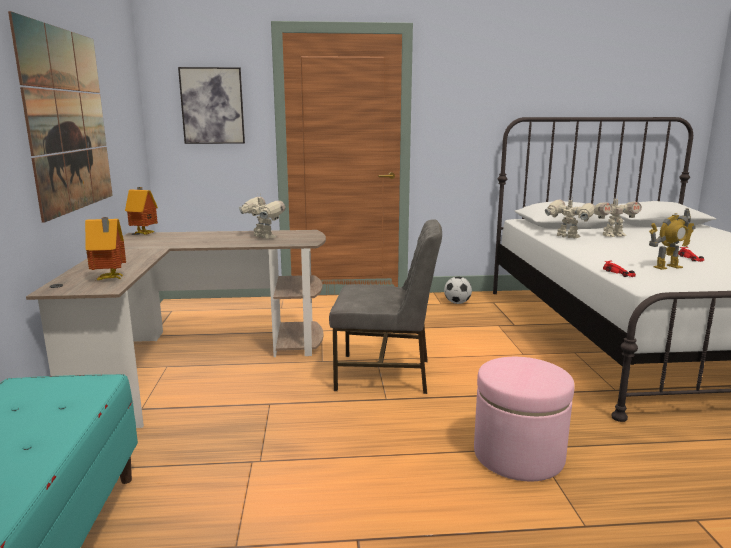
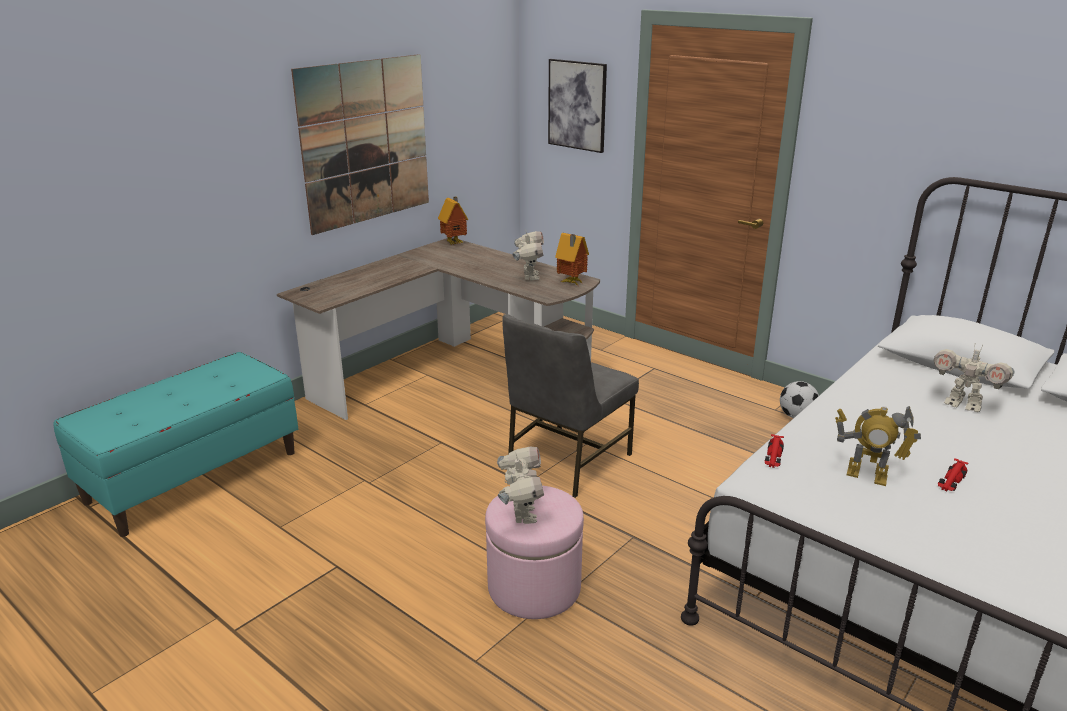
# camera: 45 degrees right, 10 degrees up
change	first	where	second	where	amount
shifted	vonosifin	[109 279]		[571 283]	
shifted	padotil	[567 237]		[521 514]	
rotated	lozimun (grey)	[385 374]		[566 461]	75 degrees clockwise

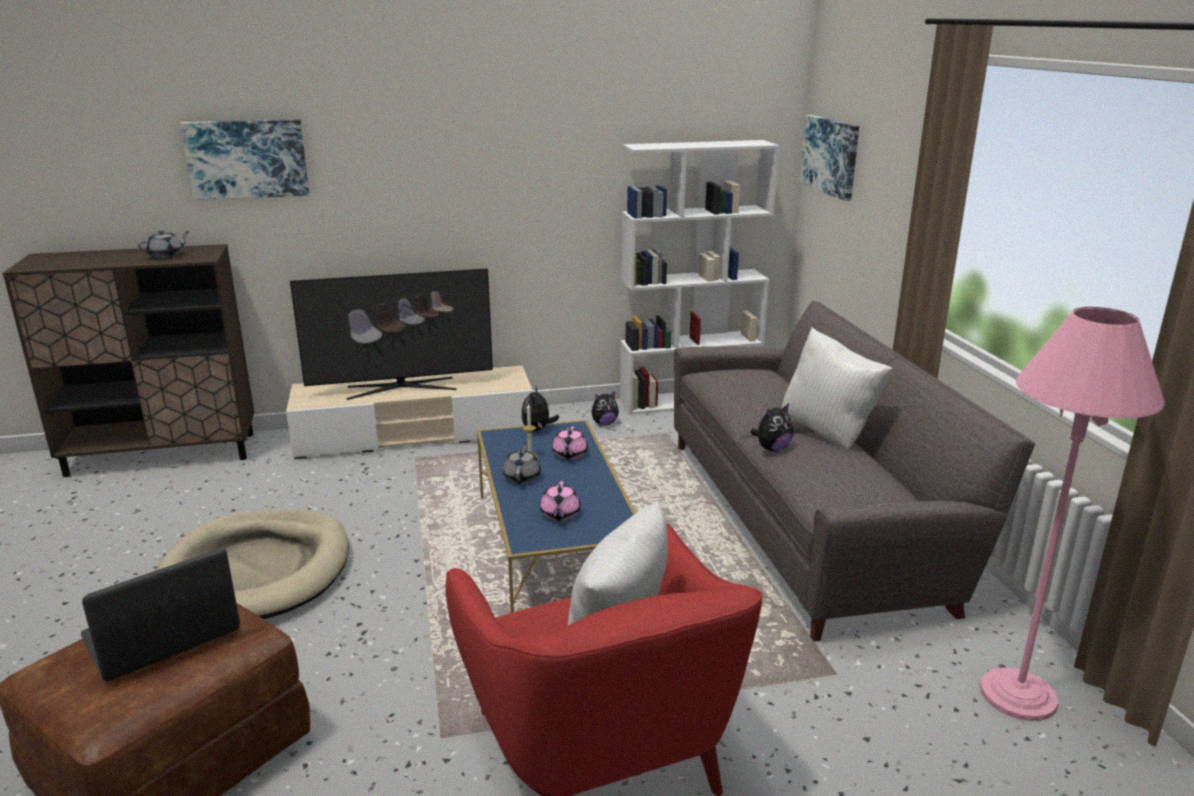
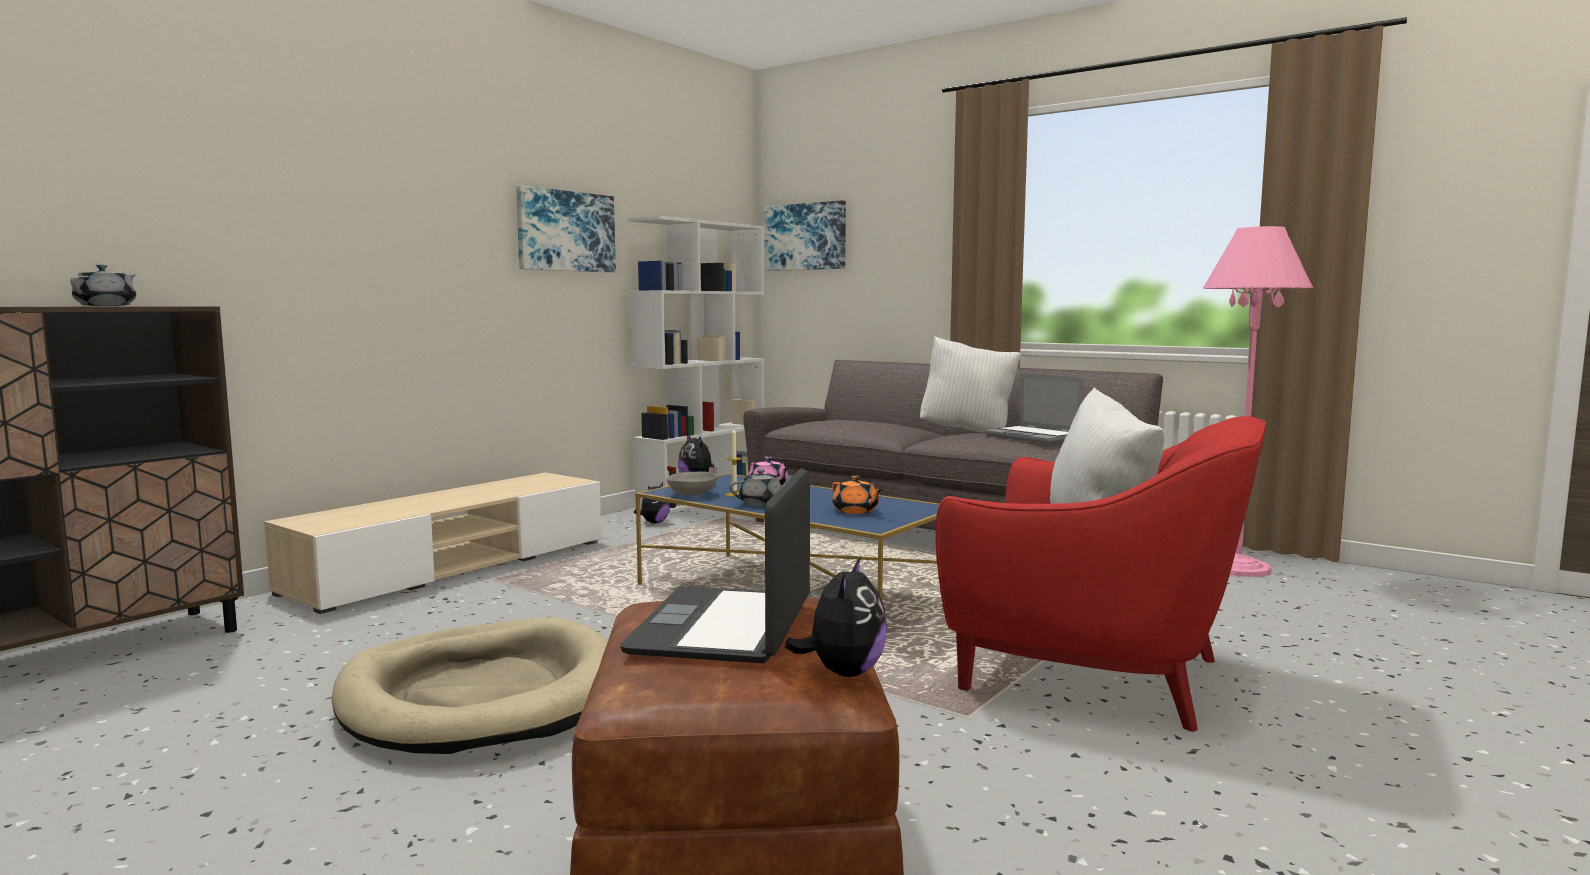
# camera: 40 degrees left, 15 degrees down
change	first	where	second	where	amount
gone	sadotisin	[401 388]			
new			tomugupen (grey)	[692 494]	
new			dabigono	[1034 437]	
shifted	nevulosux	[247 159]		[565 231]	
shifted	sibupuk	[772 448]		[843 672]	
repainted	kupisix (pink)	[560 514]	kupisix (orange)	[856 511]	
rotated	kupisix (grey)	[522 477]		[762 503]	105 degrees clockwise

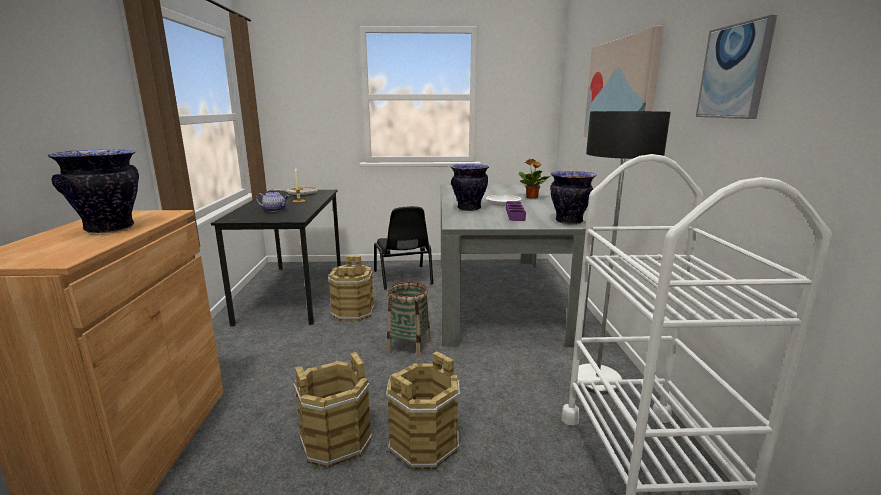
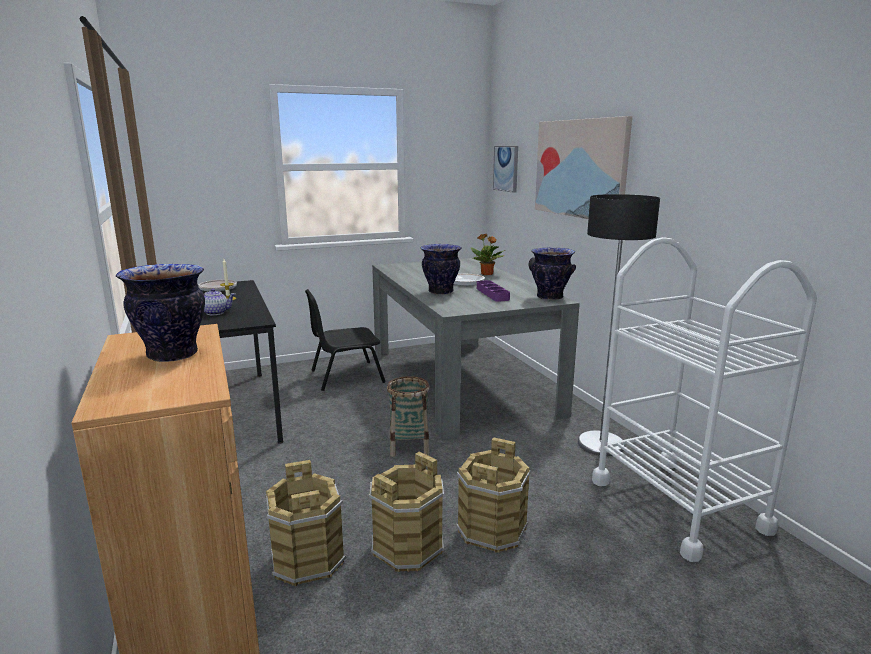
# camera: 20 degrees left, 0 degrees up
change	first	where	second	where	amount
shifted	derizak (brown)	[353 312]		[308 559]	
shifted	nevulosux	[734 72]		[506 168]	
rotated	lozimun (black)	[403 278]		[345 376]	105 degrees clockwise

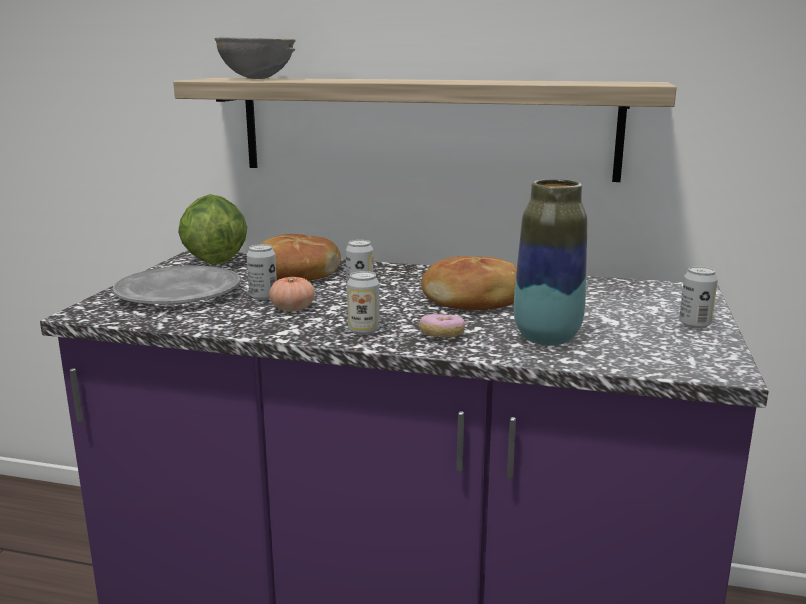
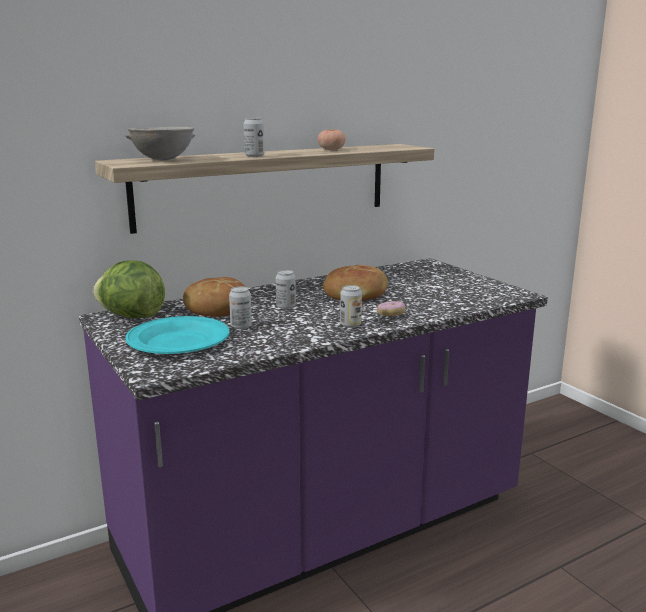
# camera: 45 degrees left, 0 degrees up
change	first	where	second	where	amount
gone	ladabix	[546 338]			
shifted	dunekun	[292 309]		[331 149]	
shifted	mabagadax	[694 324]		[254 156]	
repainted	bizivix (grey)	[177 293]	bizivix (turquoise)	[178 341]	

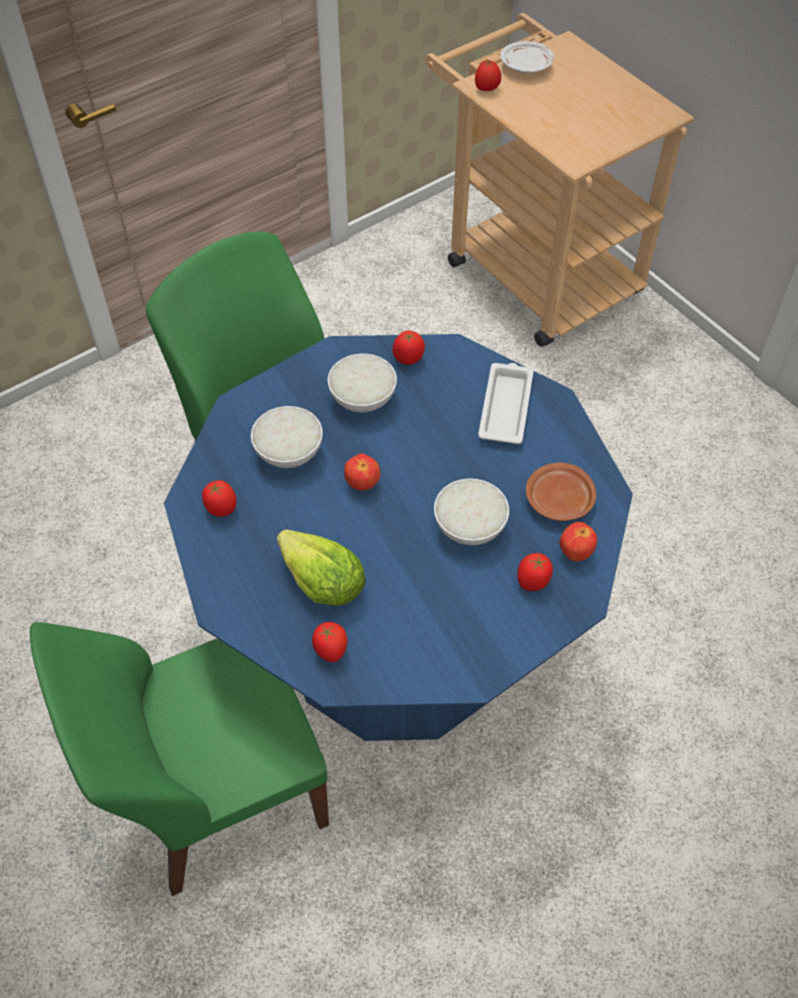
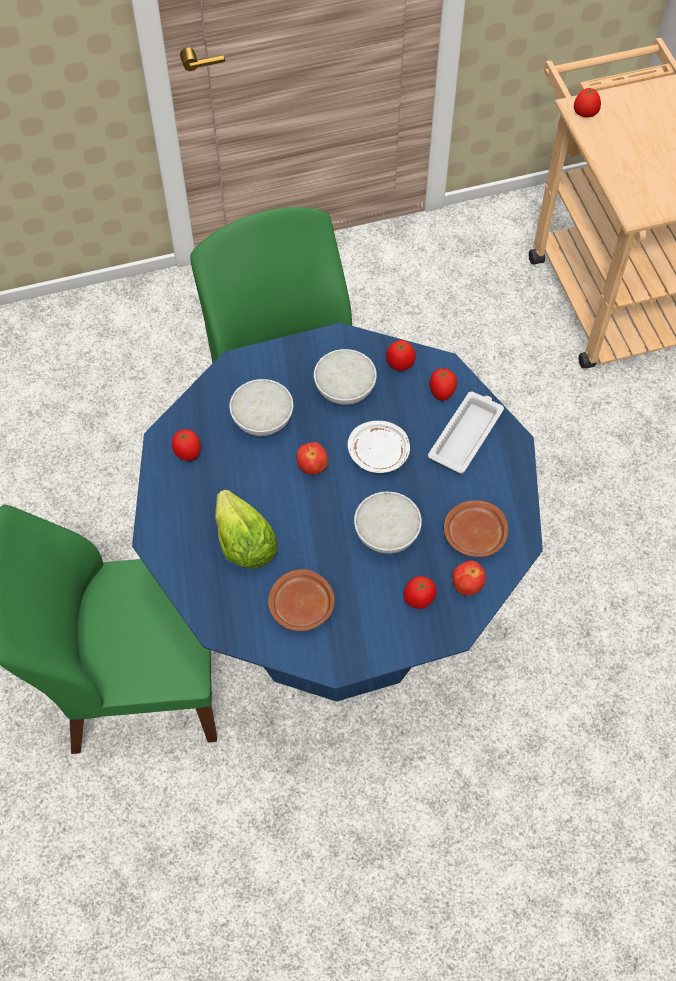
# camera: 20 degrees right, 5 degrees up
change	first	where	second	where	amount
new			bizivix (brown)	[301 606]	
shifted	dunekun	[330 651]		[442 393]	
shifted	bizivix (white)	[527 66]		[379 453]	

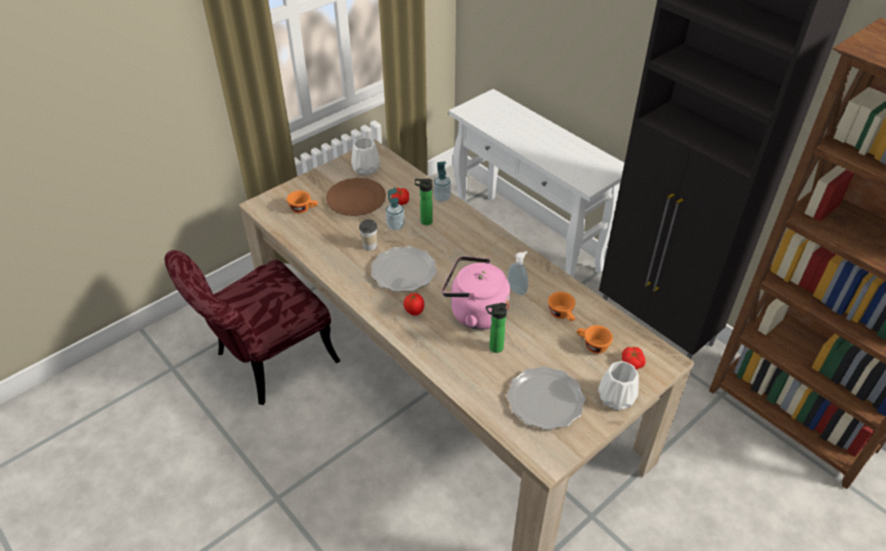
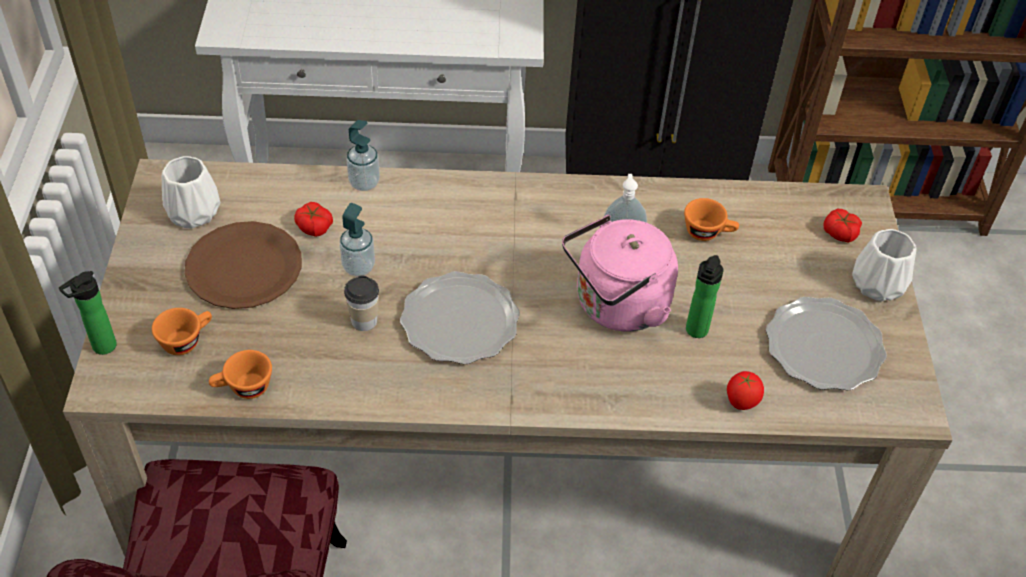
# camera: 50 degrees left, 5 degrees up
change	first	where	second	where	amount
shifted	dunekun	[414 312]		[740 403]	
shifted	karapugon	[424 221]		[101 348]	
shifted	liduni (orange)	[592 345]		[243 389]	

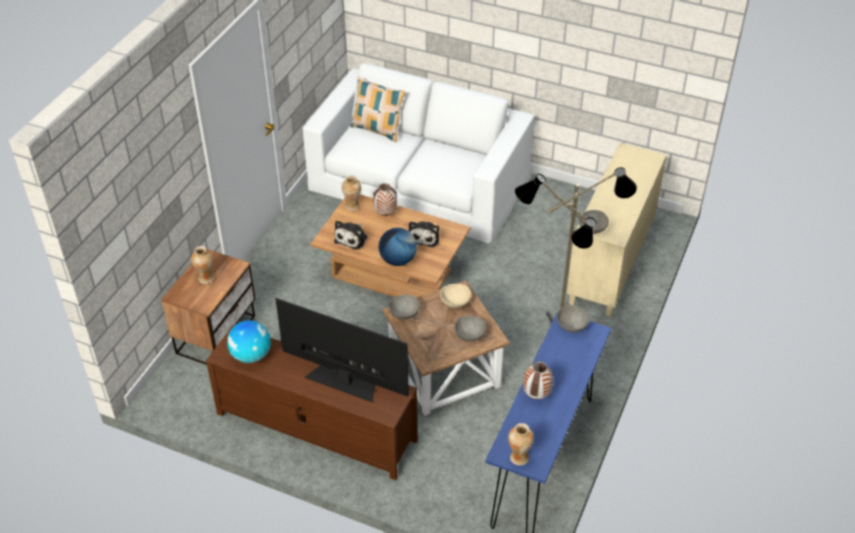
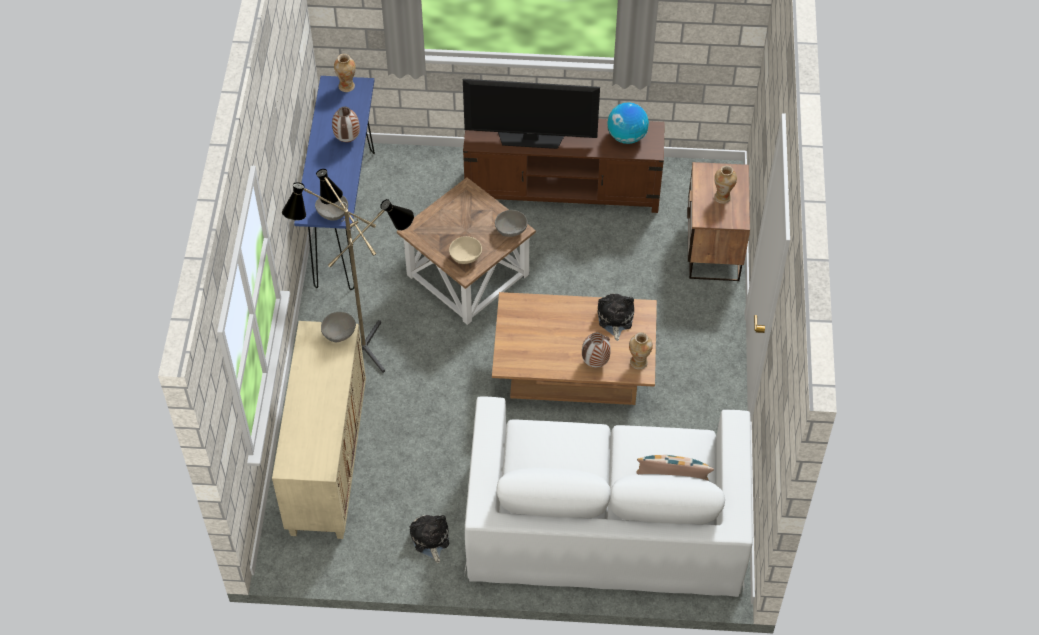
# camera: 160 degrees right, 10 degrees up
change	first	where	second	where	amount
gone	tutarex	[398 260]			
gone	tomugupen (grey)	[469 335]			
shifted	sibupuk	[424 237]		[430 539]	

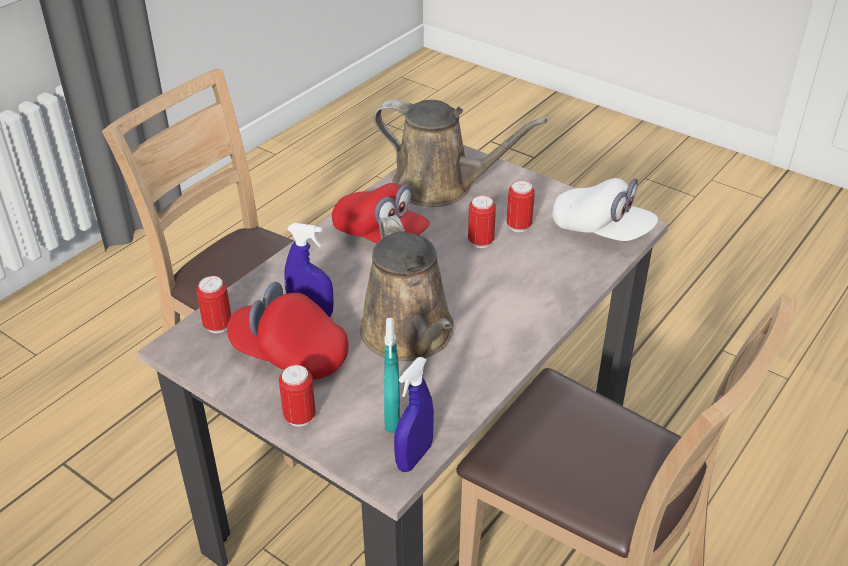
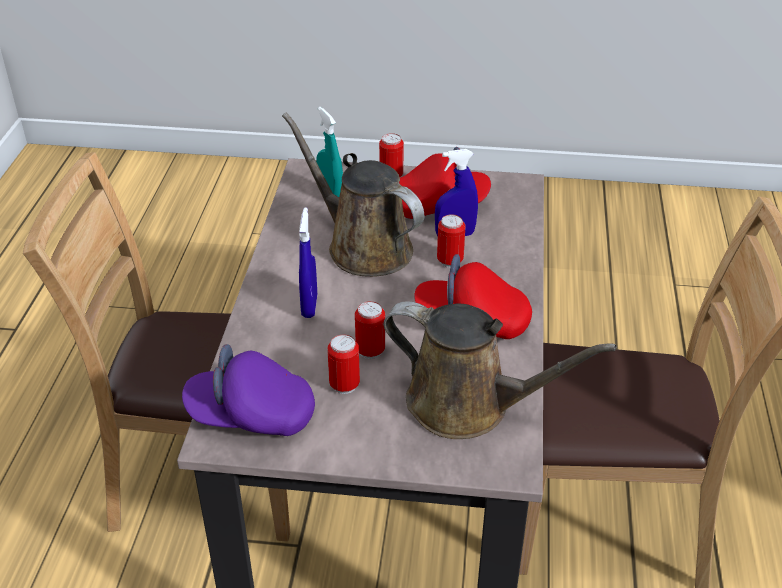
# camera: 150 degrees right, 0 degrees up
change	first	where	second	where	amount
shifted	mabagadax	[218 325]		[450 261]	
shifted	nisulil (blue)	[414 457]		[309 306]	
repainted	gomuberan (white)	[601 230]	gomuberan (purple)	[251 415]	
rotated	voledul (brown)	[440 186]		[468 405]	150 degrees counterclockwise

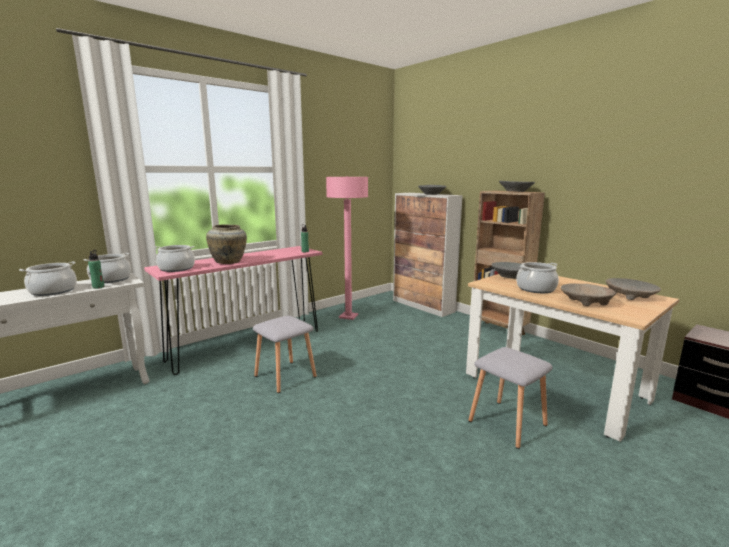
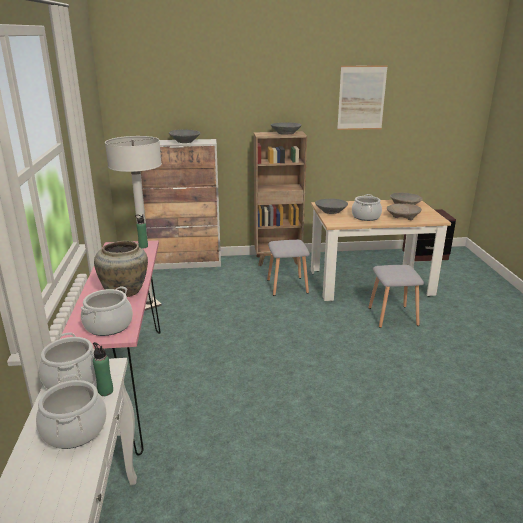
# camera: 55 degrees left, 10 degrees up
change	first	where	second	where	amount
new			nevulosux	[361 98]	
shifted	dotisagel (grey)	[286 376]		[286 286]	
repainted	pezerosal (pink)	[348 316]	pezerosal (white)	[149 304]	

